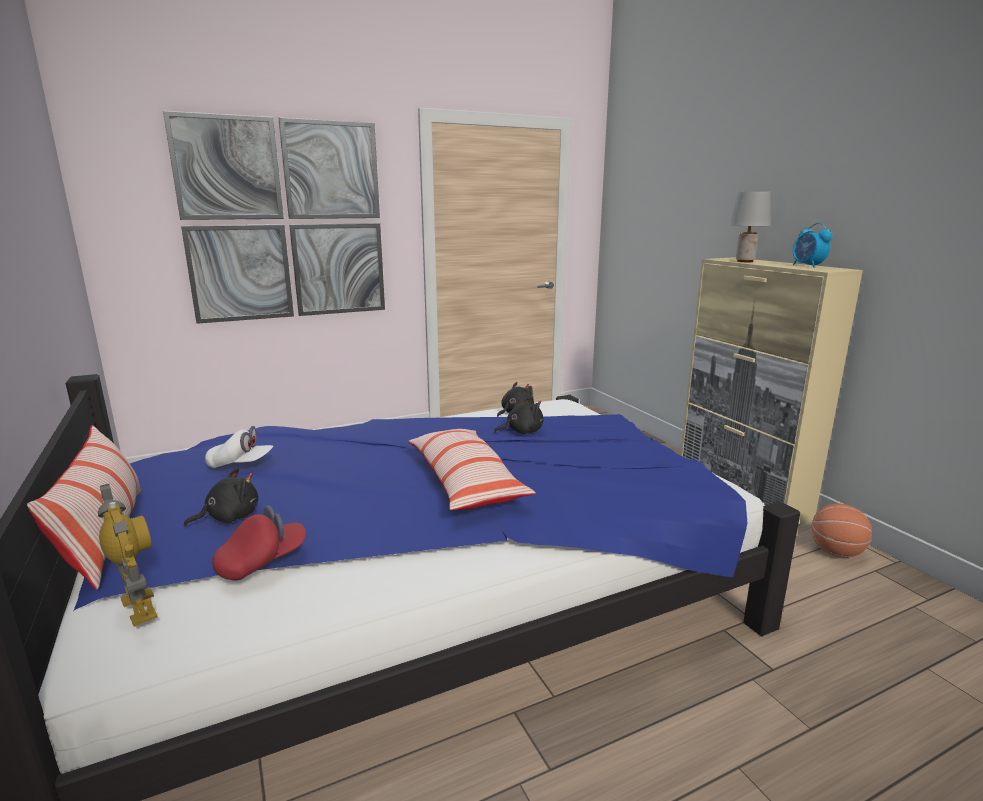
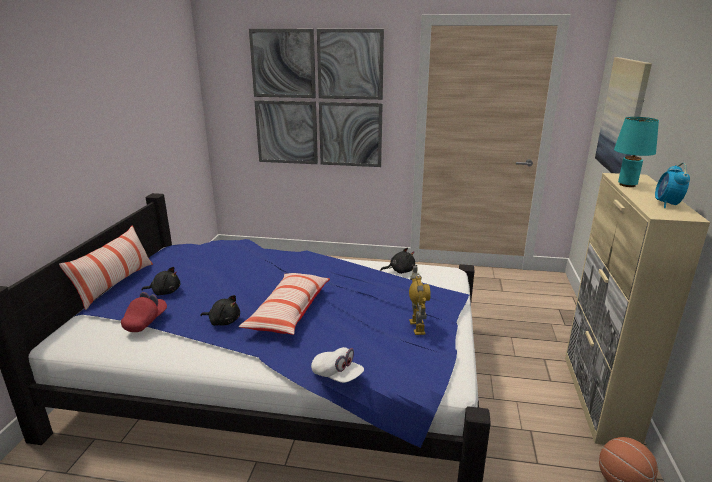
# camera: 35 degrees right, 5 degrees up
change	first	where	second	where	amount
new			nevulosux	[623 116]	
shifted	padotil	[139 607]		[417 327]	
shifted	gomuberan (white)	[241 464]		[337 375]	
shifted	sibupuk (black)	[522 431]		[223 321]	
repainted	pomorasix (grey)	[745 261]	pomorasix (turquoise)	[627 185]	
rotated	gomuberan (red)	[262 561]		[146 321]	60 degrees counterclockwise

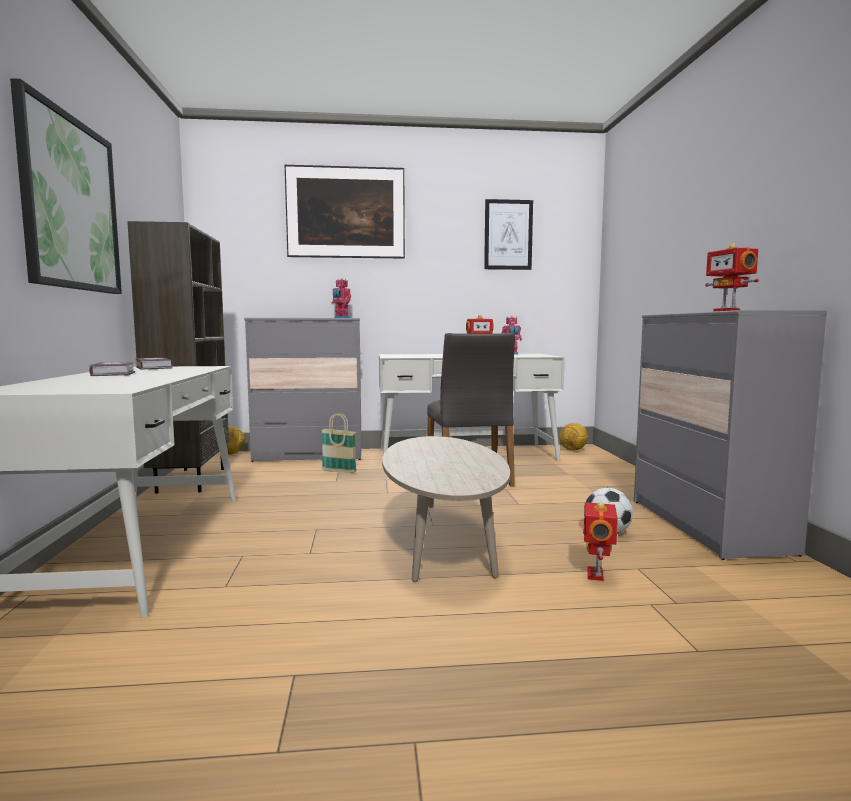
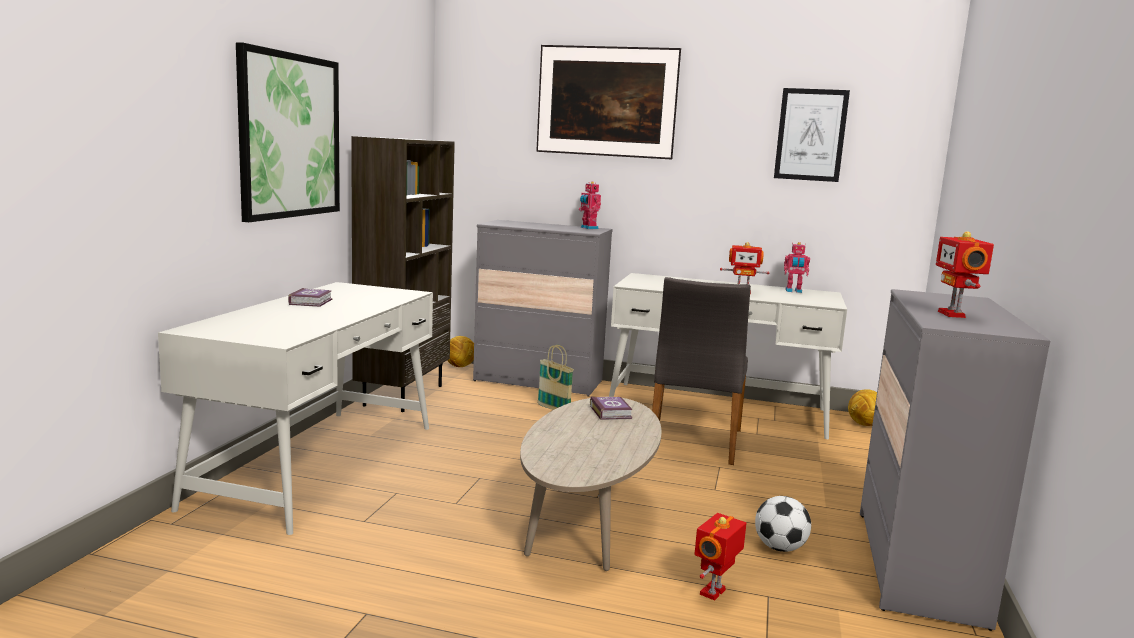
# camera: 20 degrees right, 5 degrees up
change	first	where	second	where	amount
shifted	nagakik	[154 367]		[611 412]	

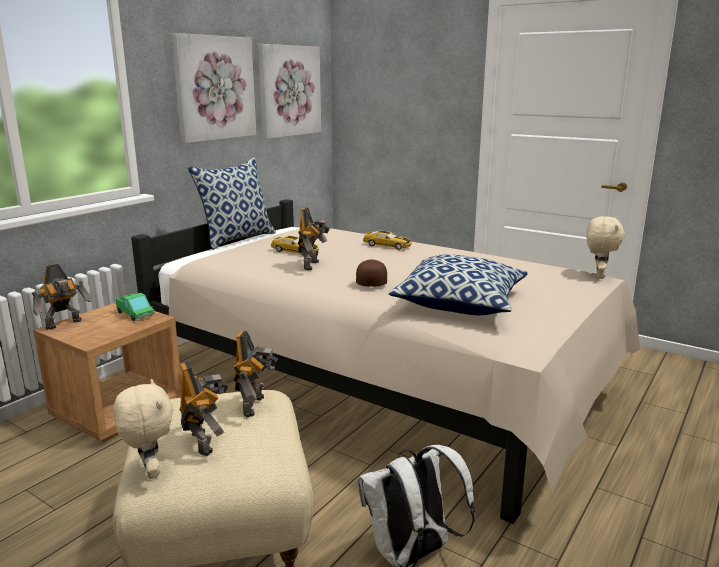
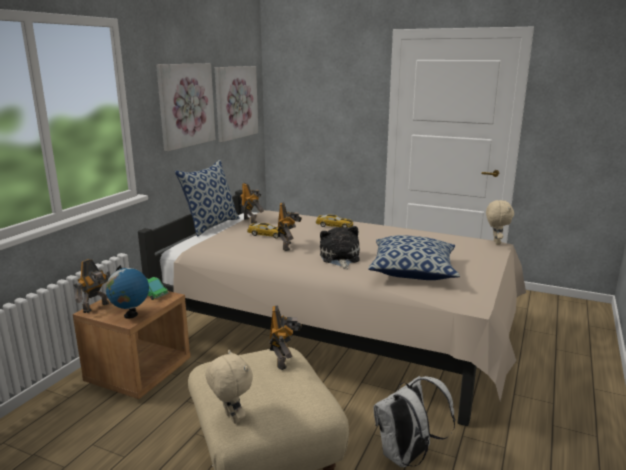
# camera: 10 degrees left, 0 degrees up
change	first	where	second	where	amount
new			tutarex	[130 315]	
shifted	padotil	[204 442]		[251 220]	
swapped	gomuberan (brown)	[370 282]	sibupuk	[340 258]	

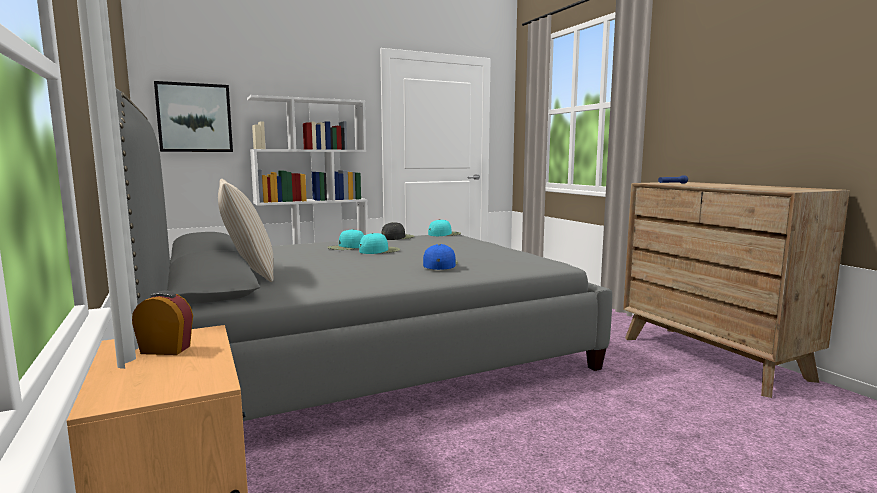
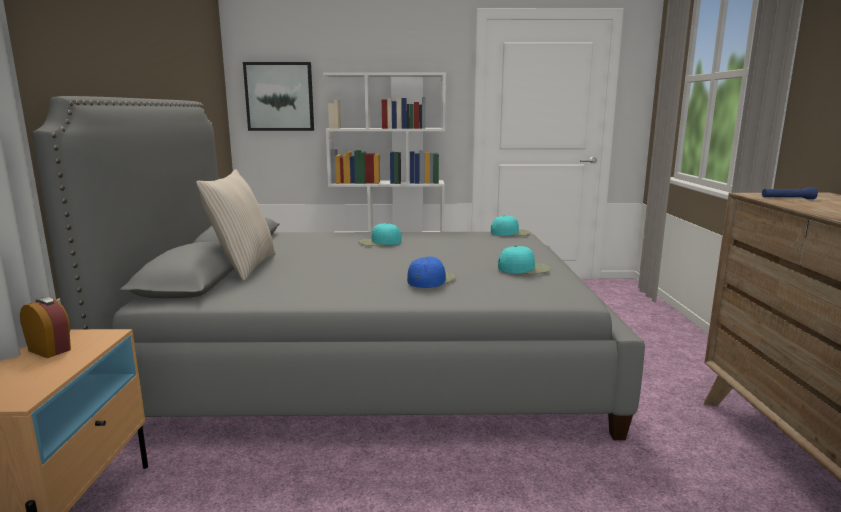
# camera: 25 degrees right, 5 degrees up
change	first	where	second	where	amount
gone	gomuberan (black)	[397 237]			
shifted	gomuberan (turquoise)	[379 251]		[524 268]	

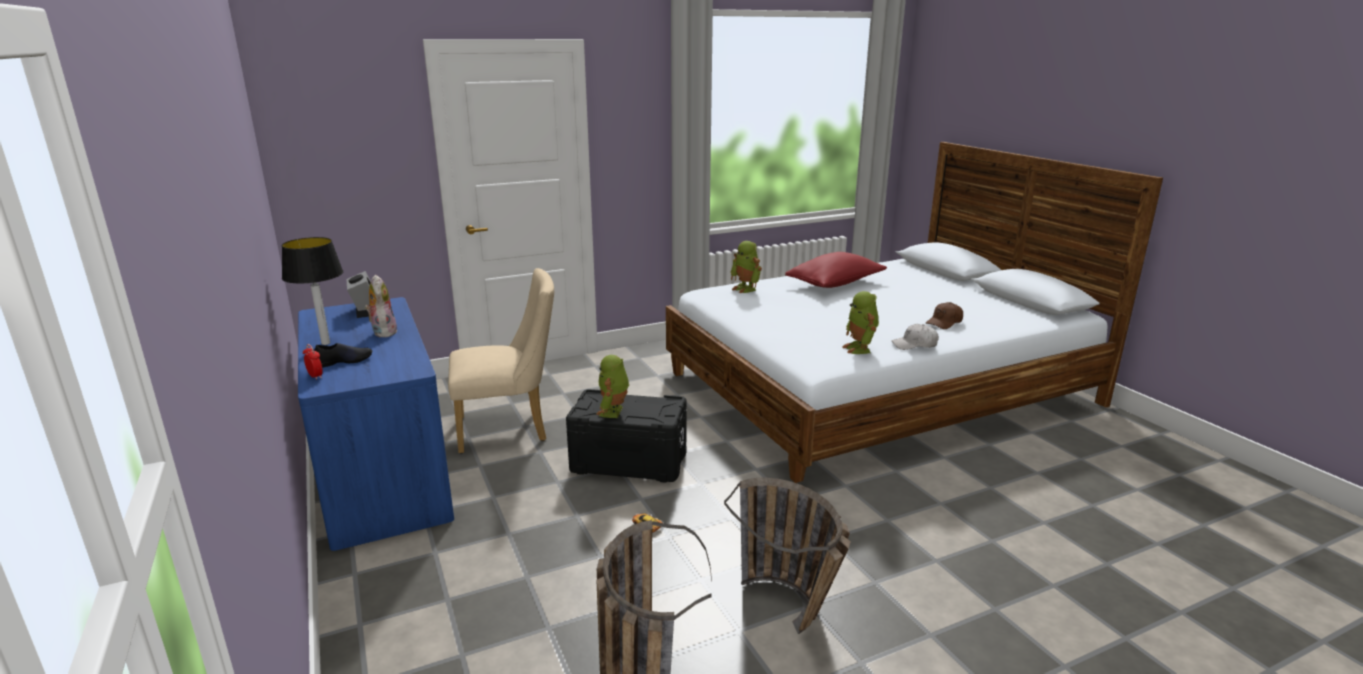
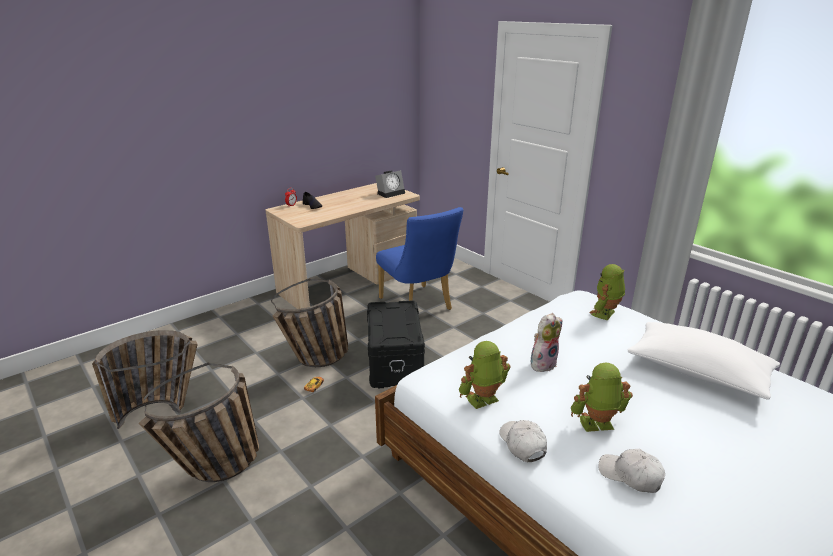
# camera: 75 degrees right, 5 degrees up
change	first	where	second	where	amount
gone	pomorasix	[326 343]			
new			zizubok	[318 361]	
shifted	sibupuk	[383 332]		[542 363]	
shifted	padotil	[613 412]		[596 425]	
repainted	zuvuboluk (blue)	[381 473]	zuvuboluk (beige)	[349 282]	
repainted	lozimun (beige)	[510 429]	lozimun (blue)	[418 306]	
repainted	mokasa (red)	[835 284]	mokasa (white)	[697 373]	
repainted	gomuberan (brown)	[944 322]	gomuberan (white)	[630 475]	

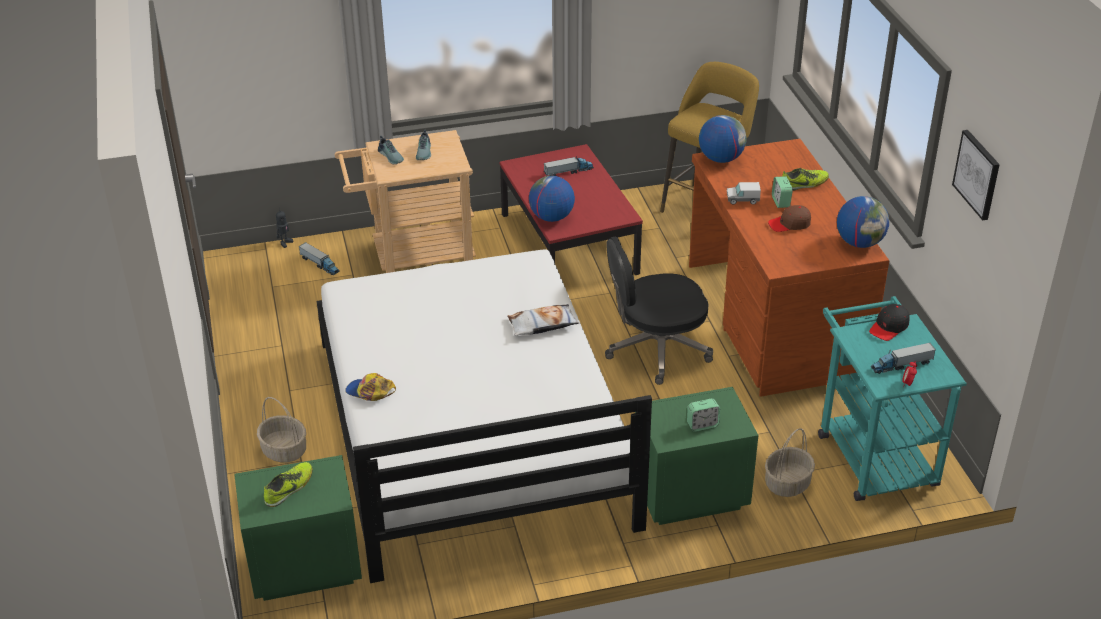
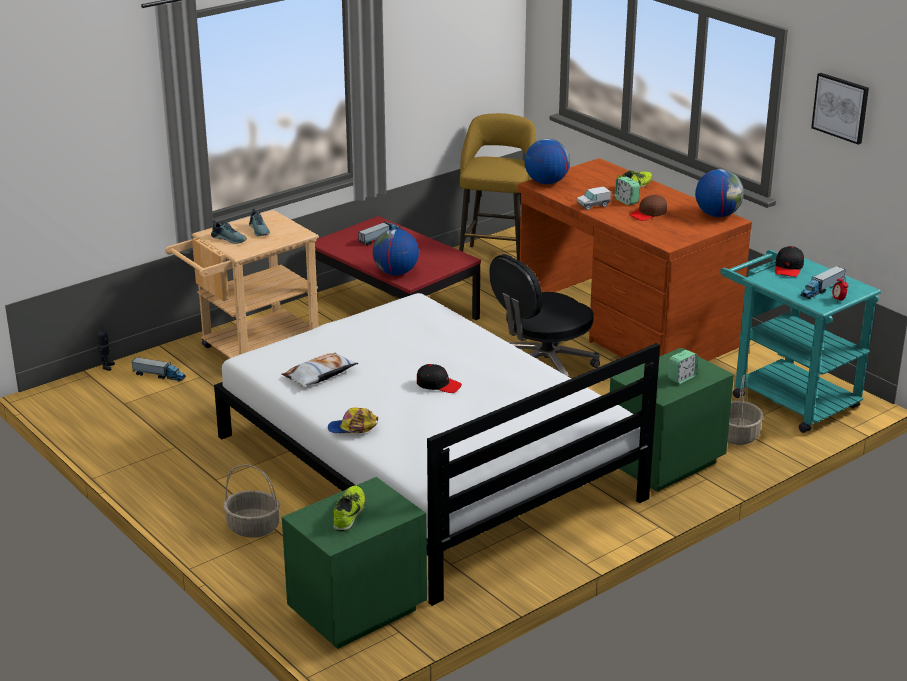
# camera: 25 degrees left, 10 degrees down
change	first	where	second	where	amount
new			gomuberan (black)	[438 385]	
shifted	mokasa	[542 325]		[320 375]	

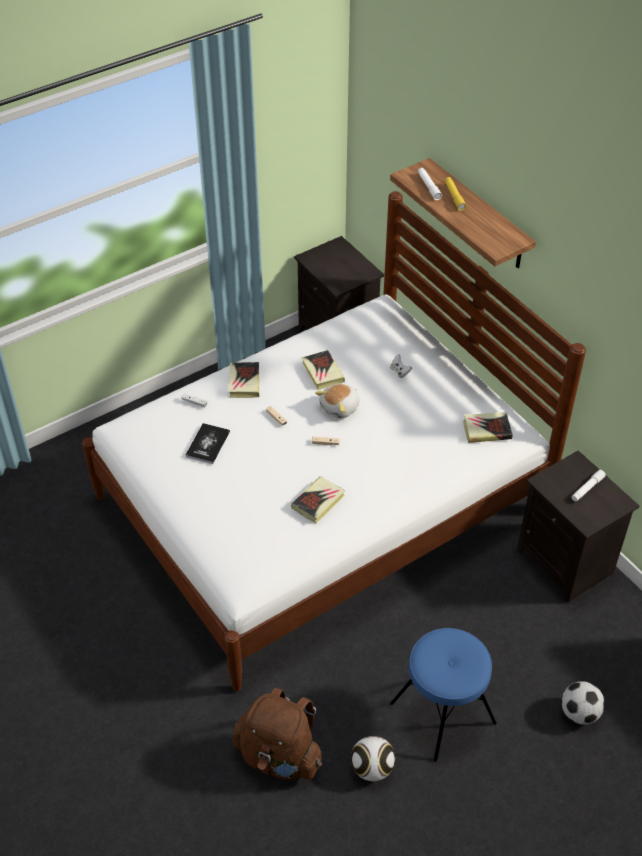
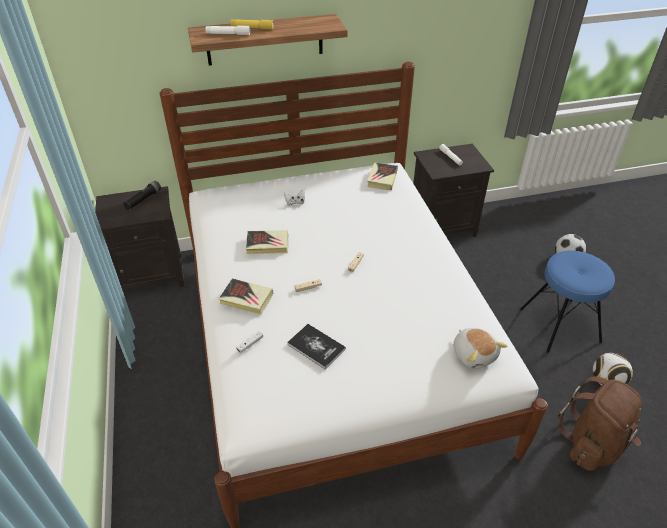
# camera: 70 degrees left, 5 degrees down
change	first	where	second	where	amount
gone	nagakik	[318 502]			
new			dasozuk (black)	[143 200]	
shifted	sibupuk	[340 407]		[474 354]	

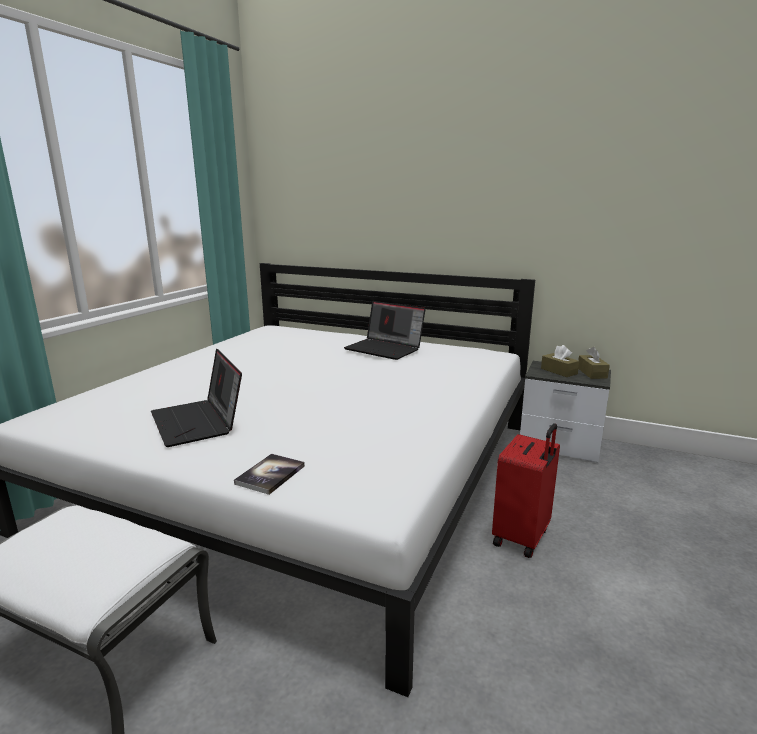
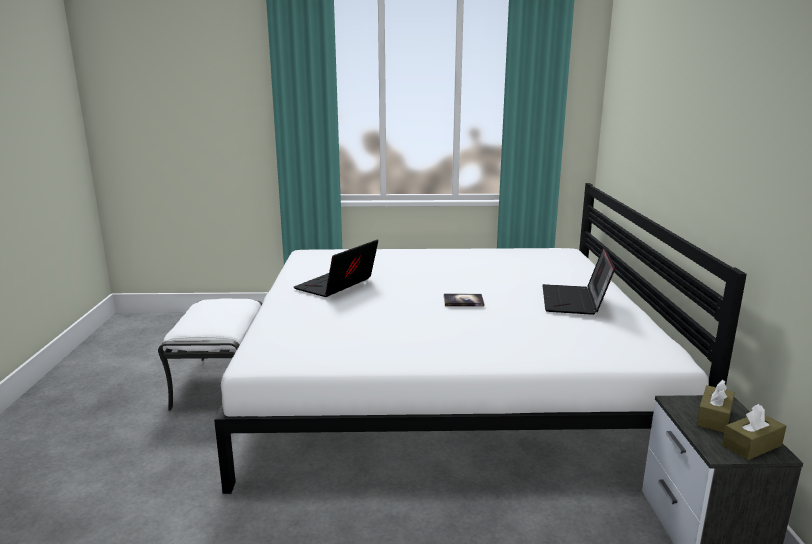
# camera: 65 degrees right, 0 degrees up
change	first	where	second	where	amount
gone	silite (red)	[522 537]			
shifted	nagakik	[270 475]		[463 301]	

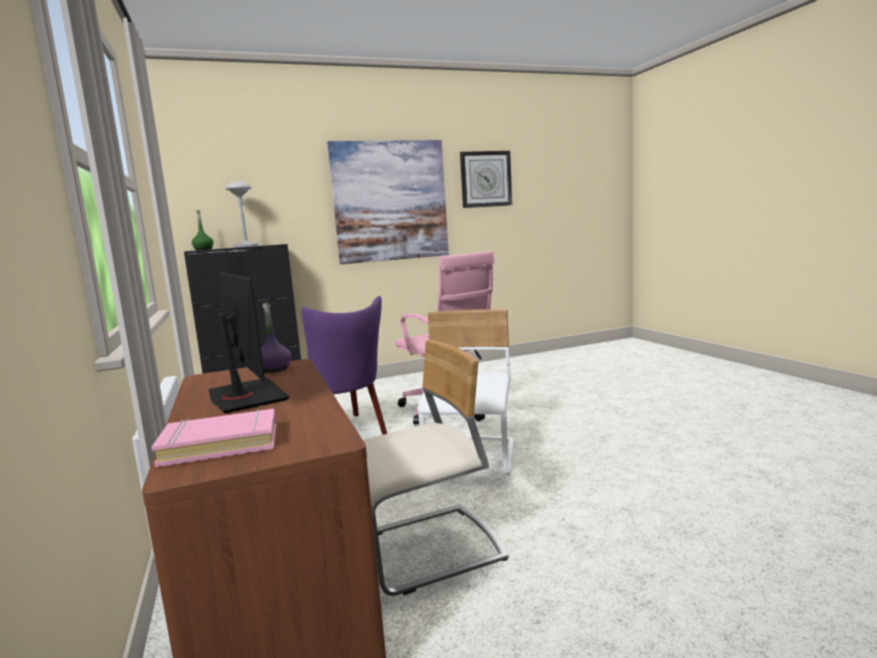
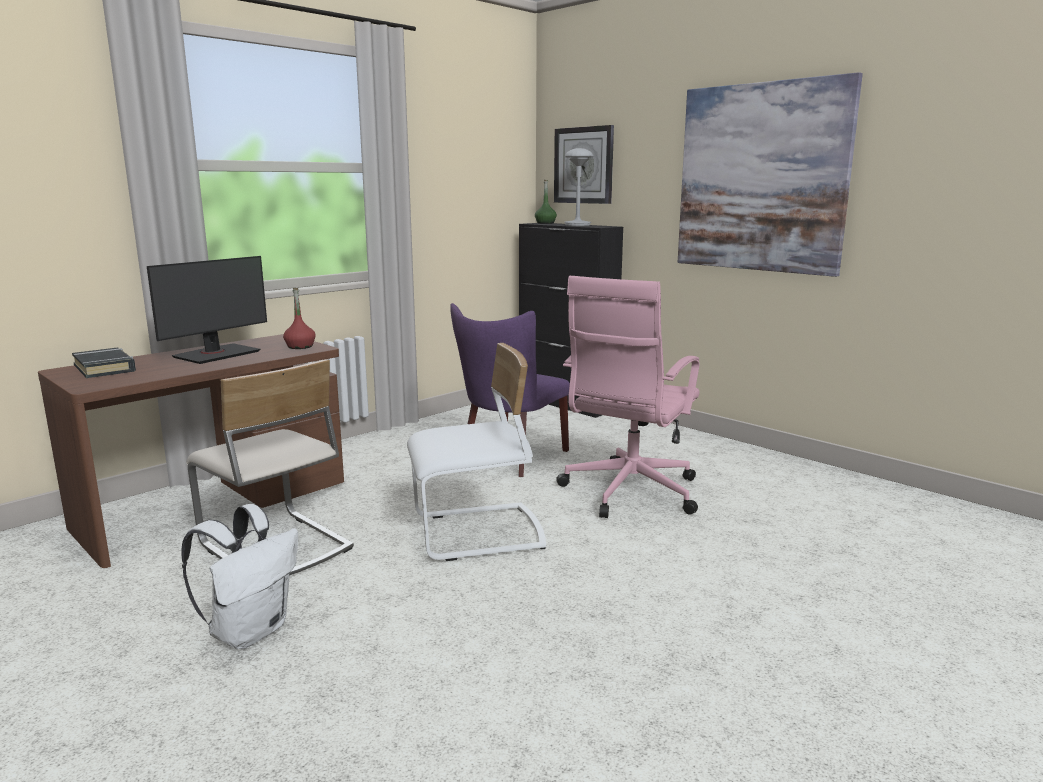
# camera: 65 degrees right, 5 degrees up
change	first	where	second	where	amount
new			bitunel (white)	[250 631]	
shifted	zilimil	[485 179]		[584 165]	
repainted	nagakik (pink)	[221 444]	nagakik (black)	[105 368]	
repainted	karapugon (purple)	[274 369]	karapugon (red)	[300 346]	

